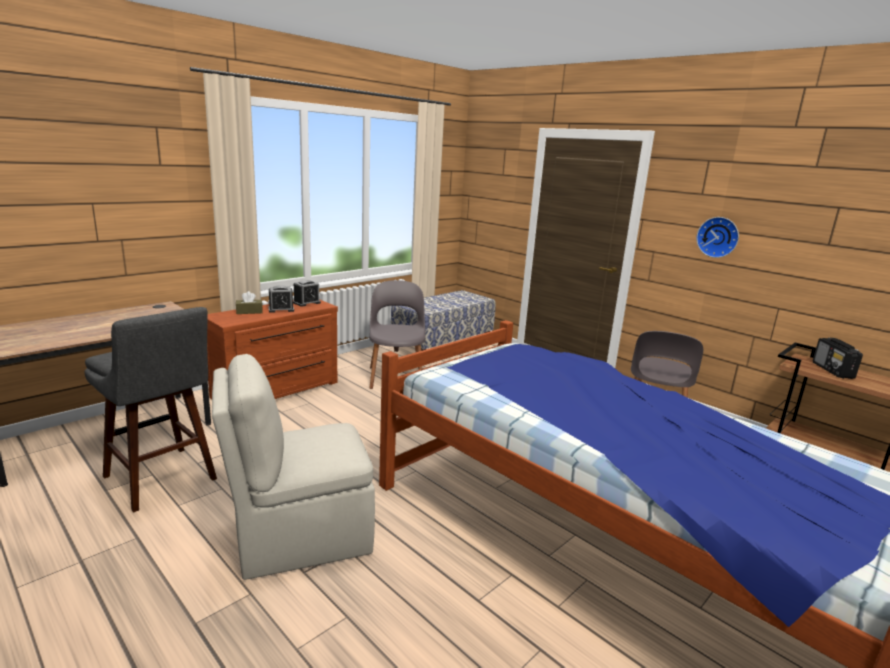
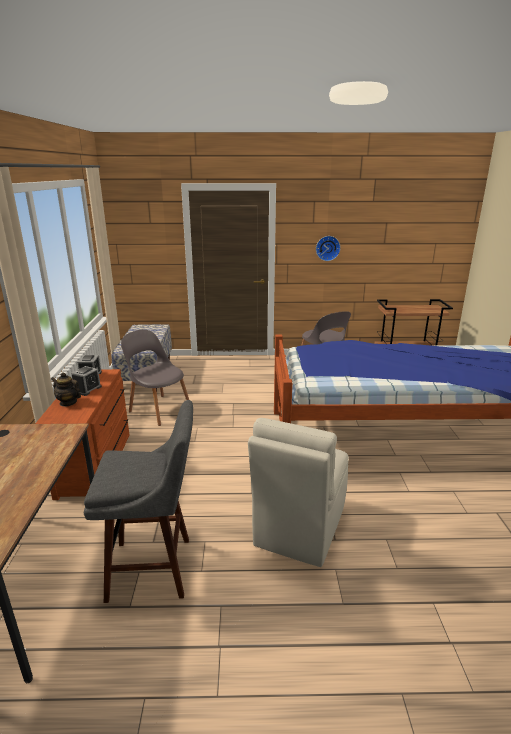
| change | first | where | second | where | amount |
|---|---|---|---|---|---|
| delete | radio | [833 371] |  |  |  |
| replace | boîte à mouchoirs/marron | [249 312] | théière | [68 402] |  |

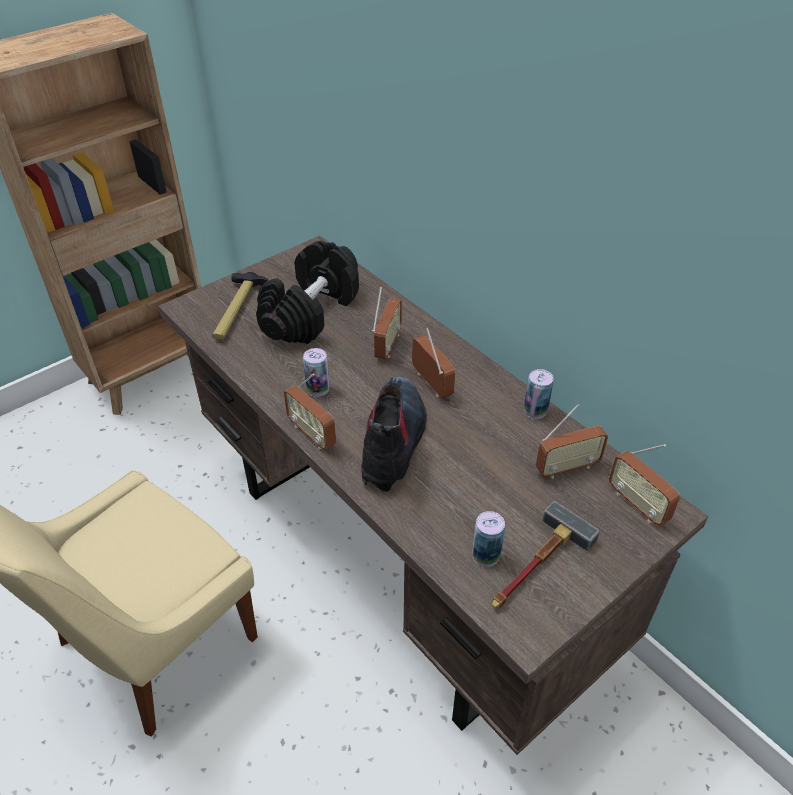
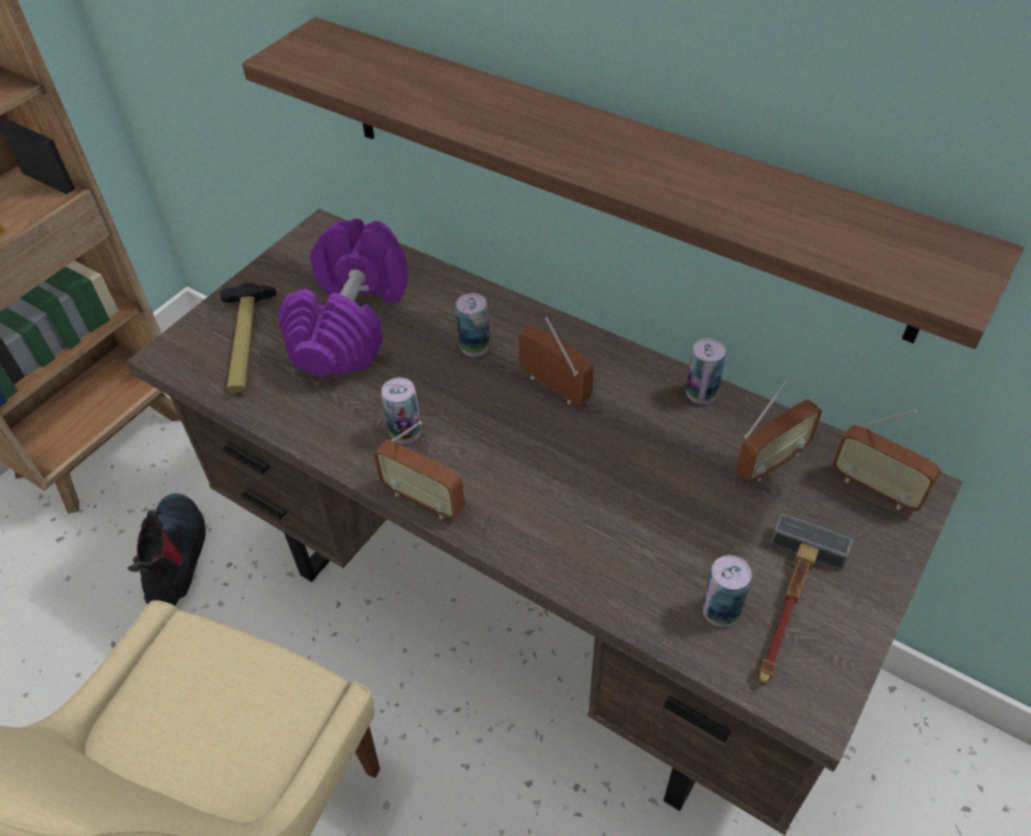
| change | first | where | second | where | amount |
|---|---|---|---|---|---|
| insert |  |  | étagère | [610 172] |  |
| move | botte | [393 441] |  | [176 558] |  |
| replace | radio | [387 345] | boîte métallique | [474 346] |  |
| recolor | haltère/noir | [310 312] | haltère/violet | [350 322] |  |

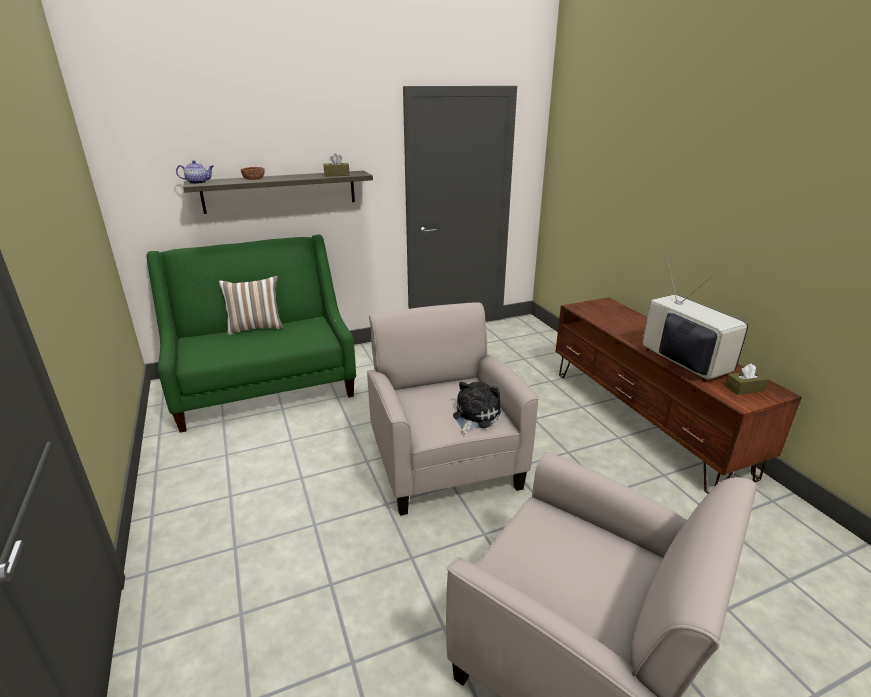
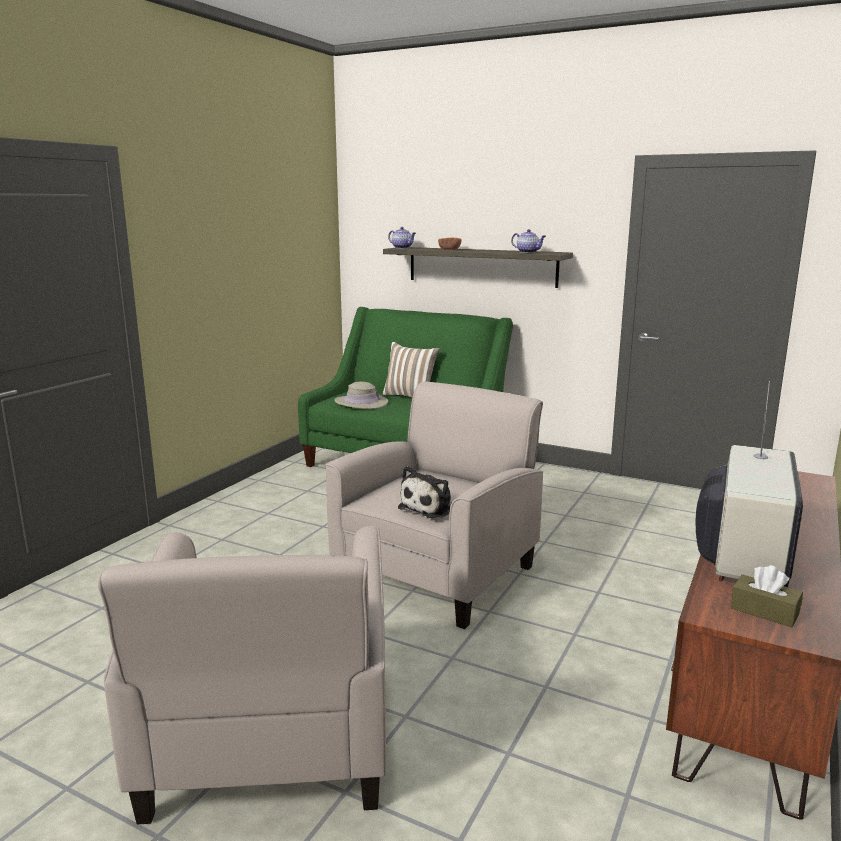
| change | first | where | second | where | amount |
|---|---|---|---|---|---|
| insert |  |  | chapeau/beige | [361 403] |  |
| replace | boîte à mouchoirs/marron | [337 175] | théière | [528 252] |  |
| rotate | peluche | [474 416] |  | [430 507] | 135 degrees clockwise |

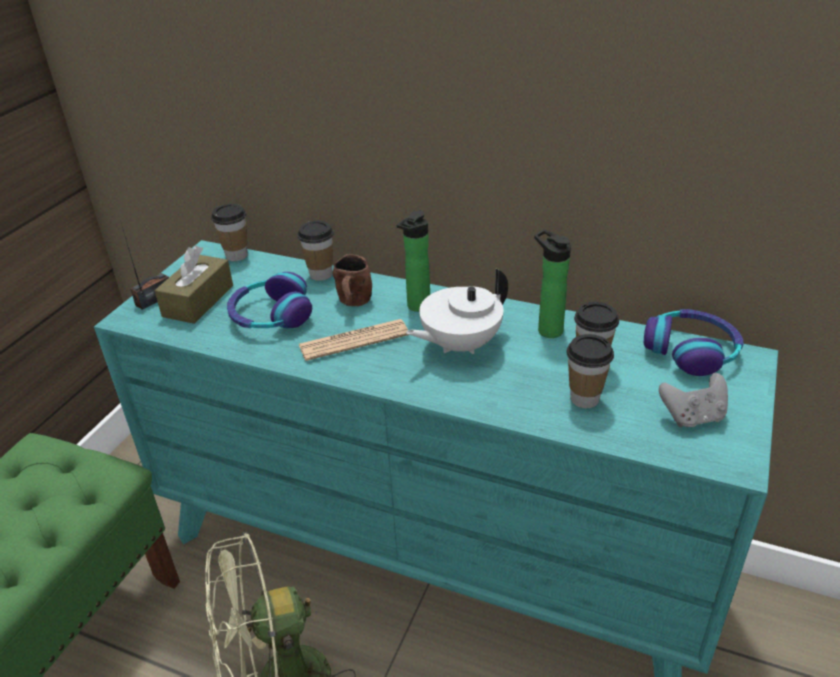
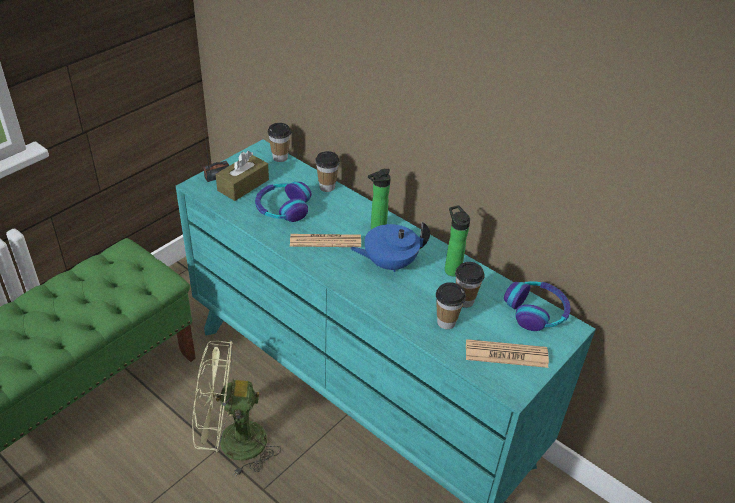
| change | first | where | second | where | amount |
|---|---|---|---|---|---|
| delete | mug/marron | [353 304] |  |  |  |
| replace | manette/gris | [692 417] | journal | [506 354] |  |
| recolor | théière/blanc | [459 345] | théière/bleu | [389 263] |  |

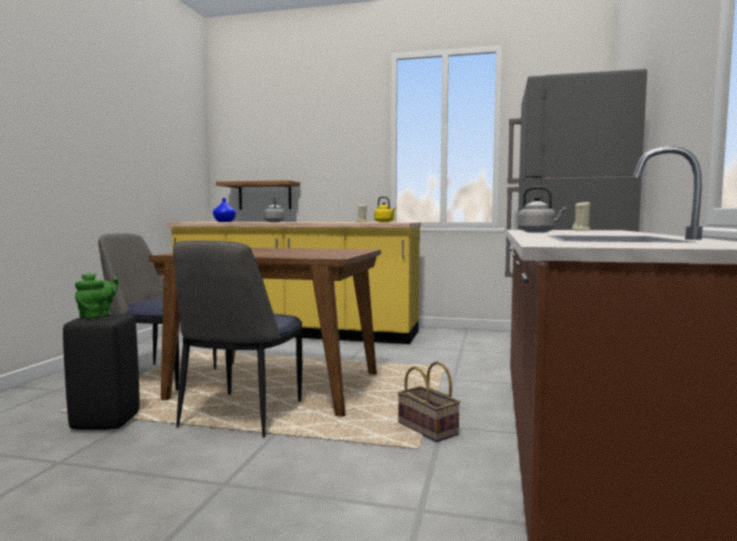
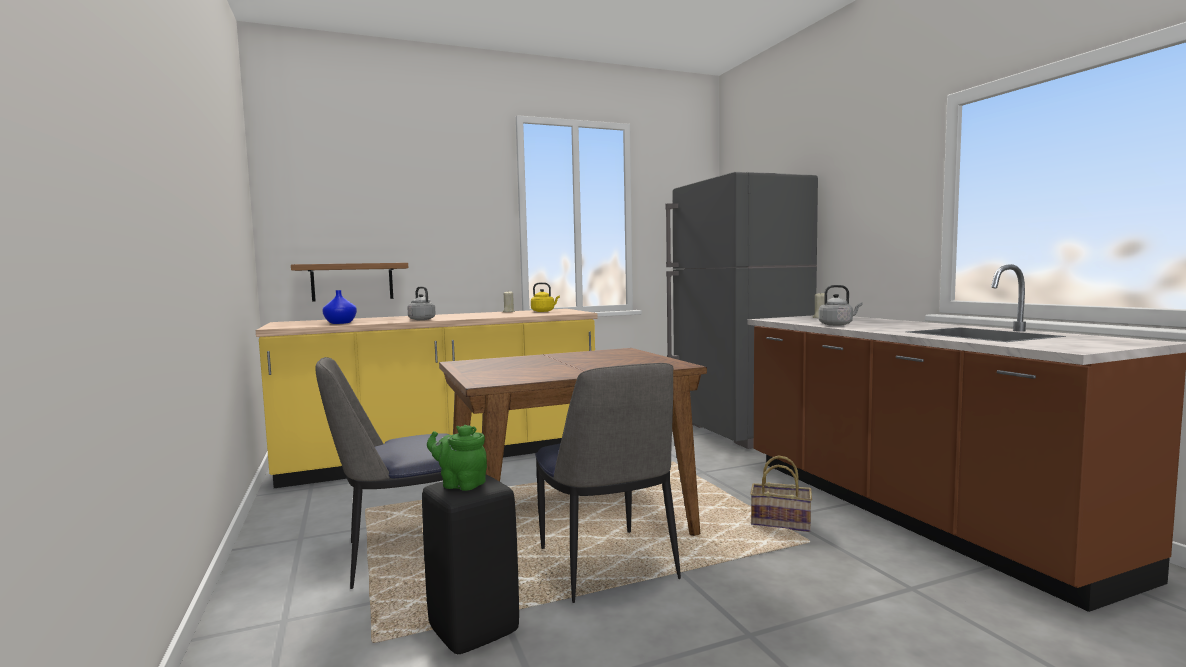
| change | first | where | second | where | amount |
|---|---|---|---|---|---|
| rotate | théière/vert | [97 315] |  | [460 484] | 60 degrees counterclockwise |

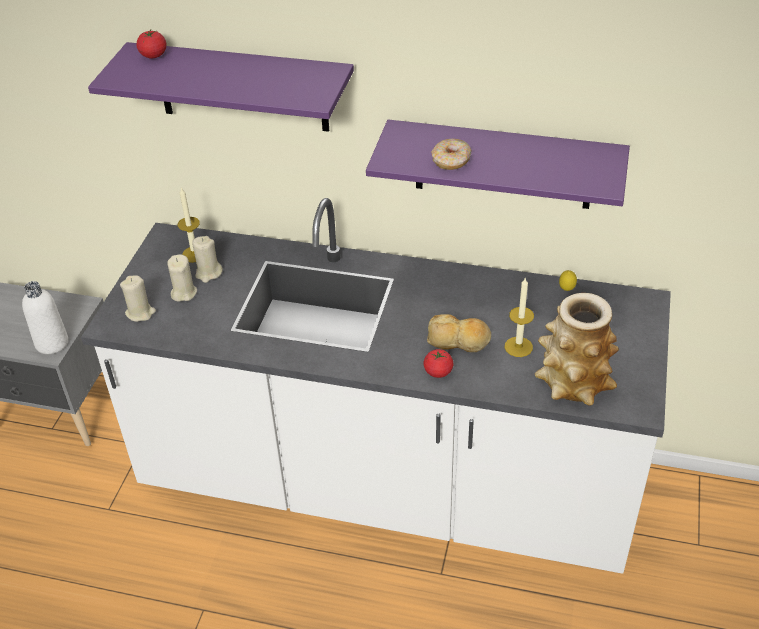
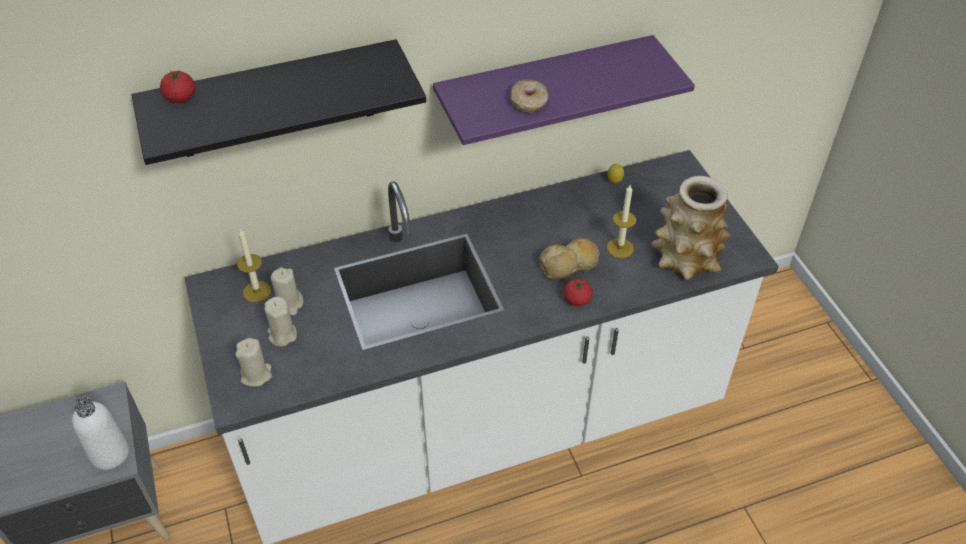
| change | first | where | second | where | amount |
|---|---|---|---|---|---|
| recolor | étagère/violet | [242 87] | étagère/noir | [275 100] |  |

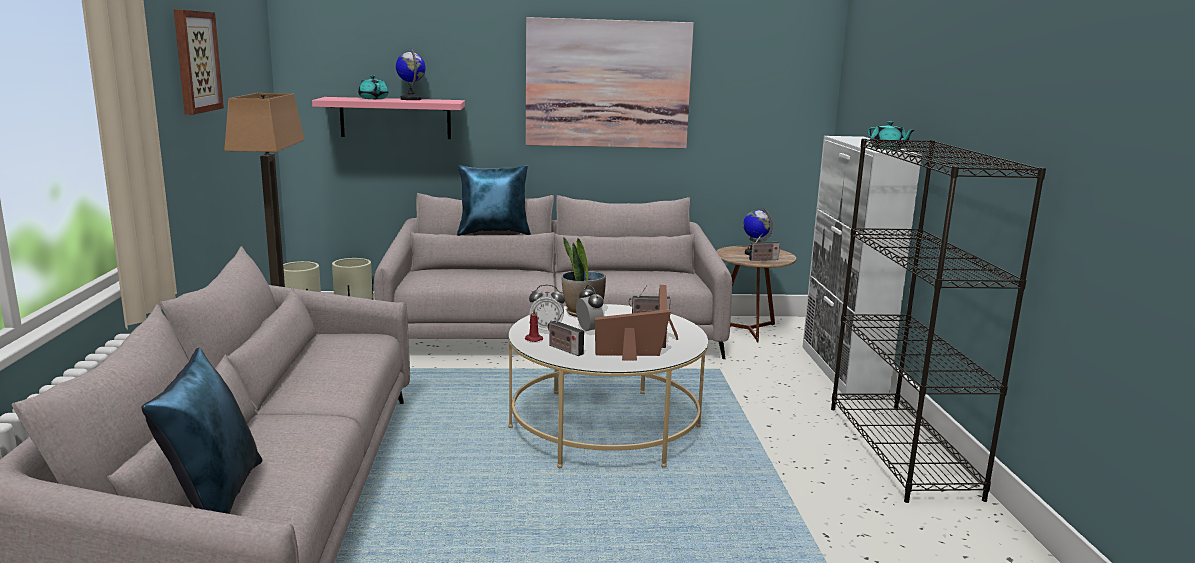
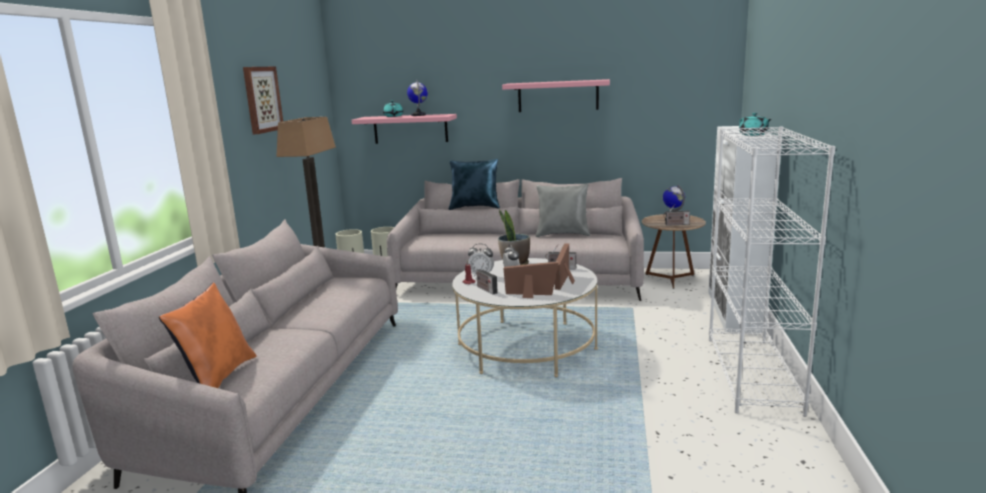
| change | first | where | second | where | amount |
|---|---|---|---|---|---|
| insert |  |  | coussin/gris | [563 234] |  |
| replace | tableau | [608 84] | étagère/rose | [558 96] |  |
| recolor | coussin/bleu | [214 499] | coussin/orange | [218 378] |  |
| recolor | bibliothèque/noir | [902 450] | bibliothèque/blanc | [752 374] |  |

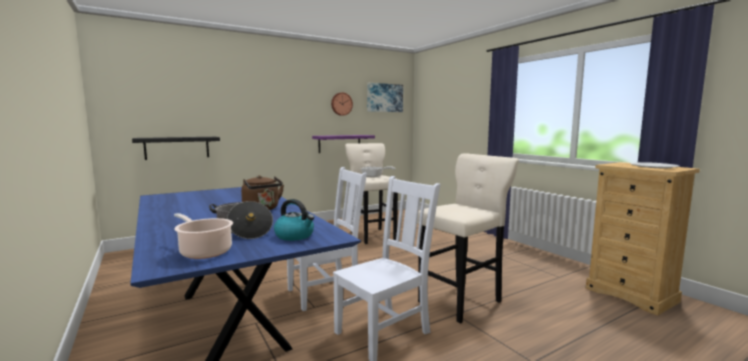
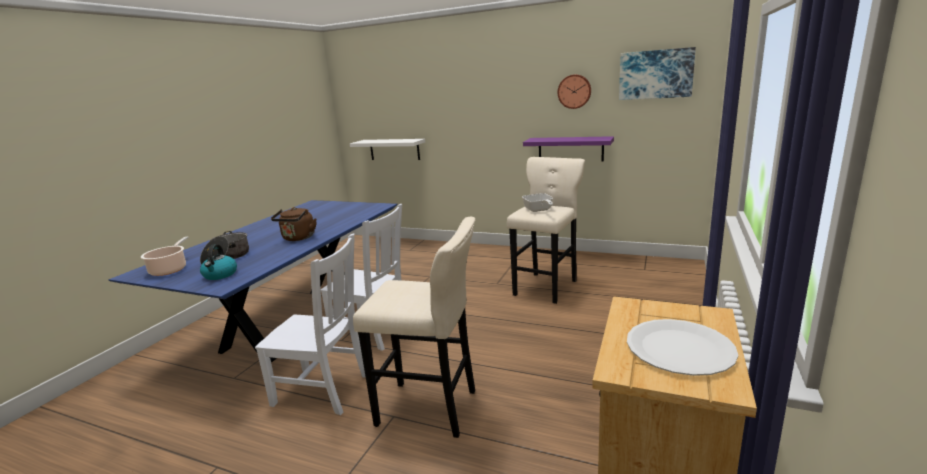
| change | first | where | second | where | amount |
|---|---|---|---|---|---|
| recolor | étagère/noir | [177 147] | étagère/blanc | [394 149] |  |

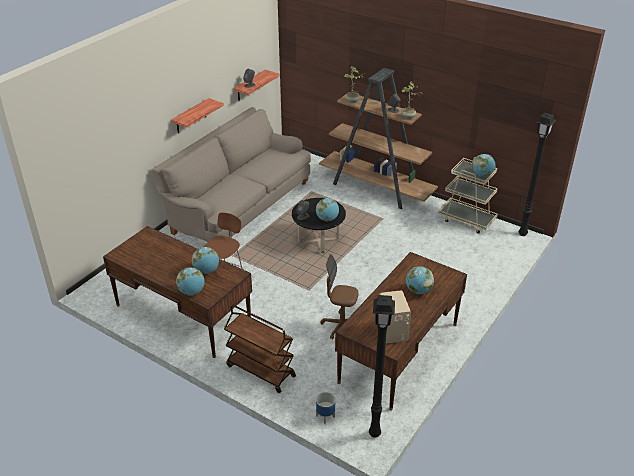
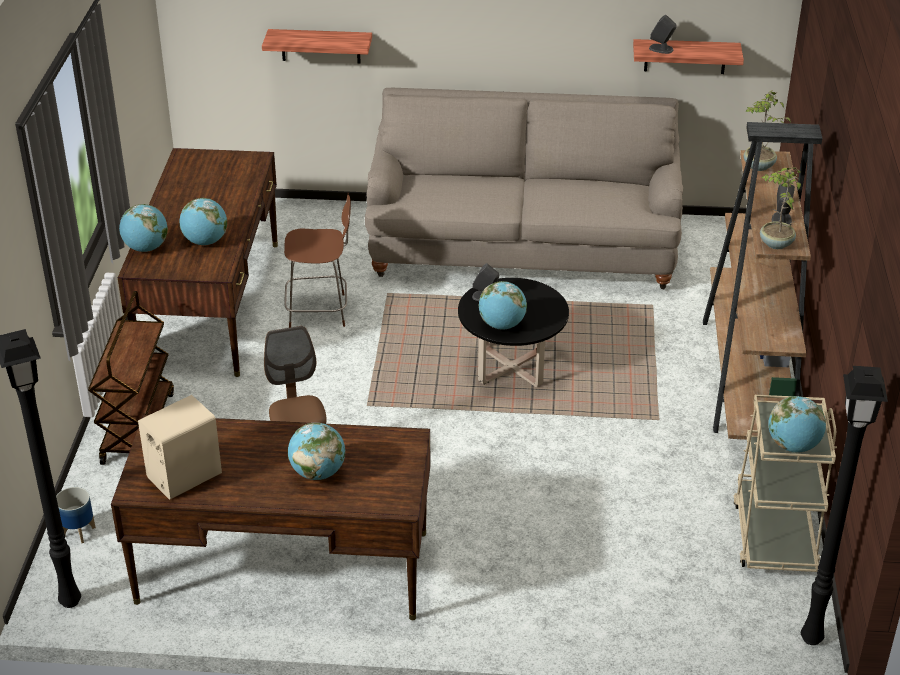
| change | first | where | second | where | amount |
|---|---|---|---|---|---|
| move | étagère | [191 116] |  | [320 46] |  |

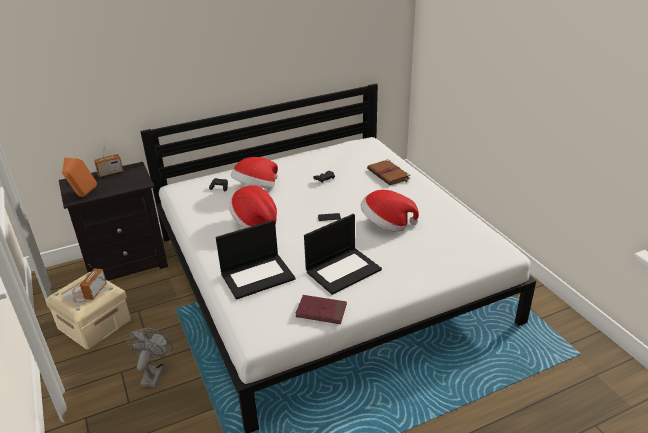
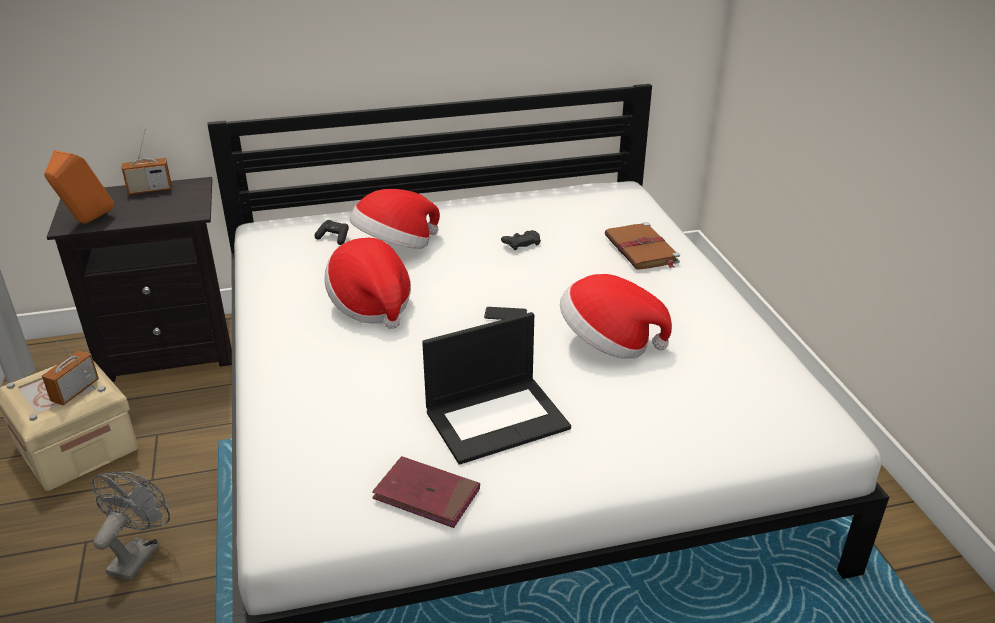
| change | first | where | second | where | amount |
|---|---|---|---|---|---|
| delete | ordinateur portable | [258 275] |  |  |  |

